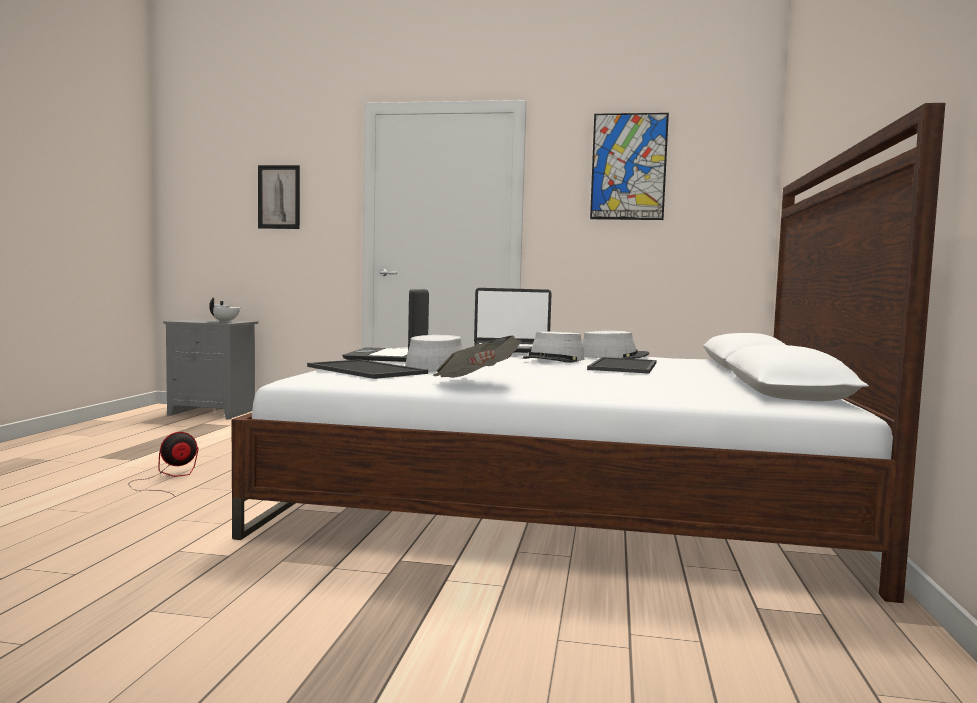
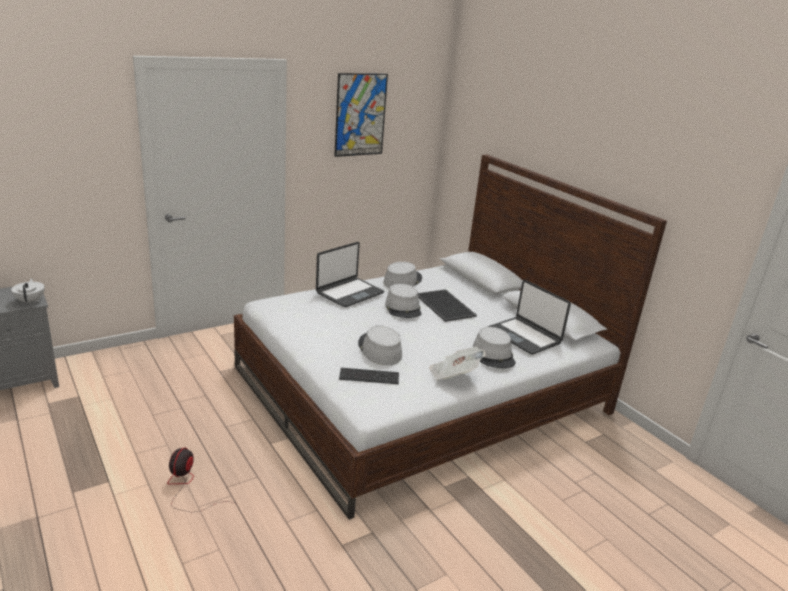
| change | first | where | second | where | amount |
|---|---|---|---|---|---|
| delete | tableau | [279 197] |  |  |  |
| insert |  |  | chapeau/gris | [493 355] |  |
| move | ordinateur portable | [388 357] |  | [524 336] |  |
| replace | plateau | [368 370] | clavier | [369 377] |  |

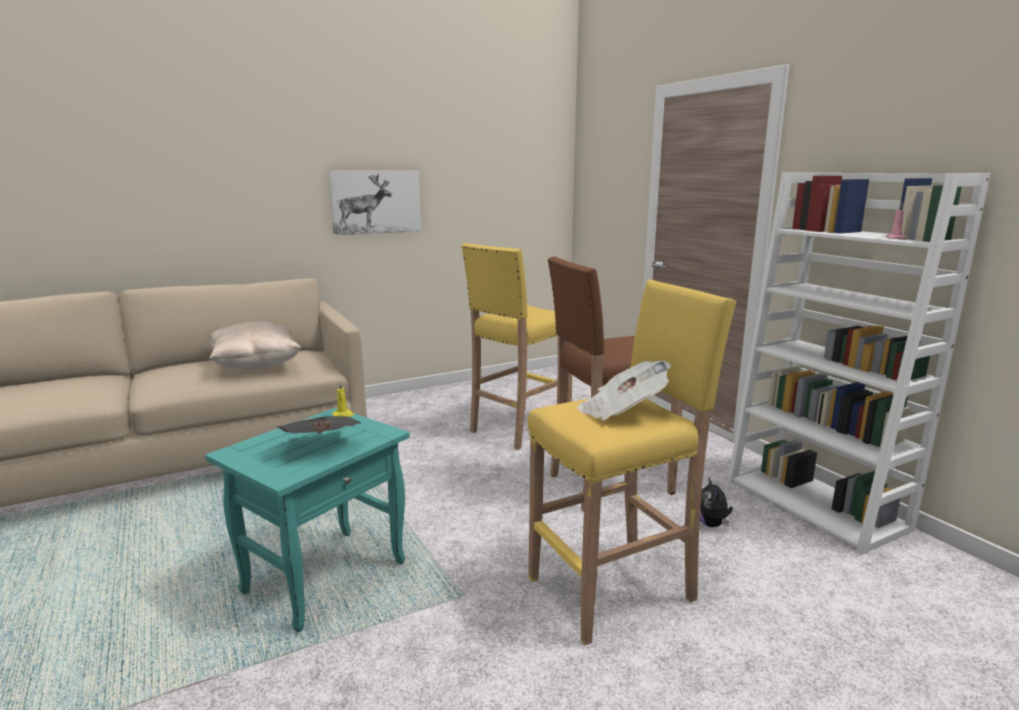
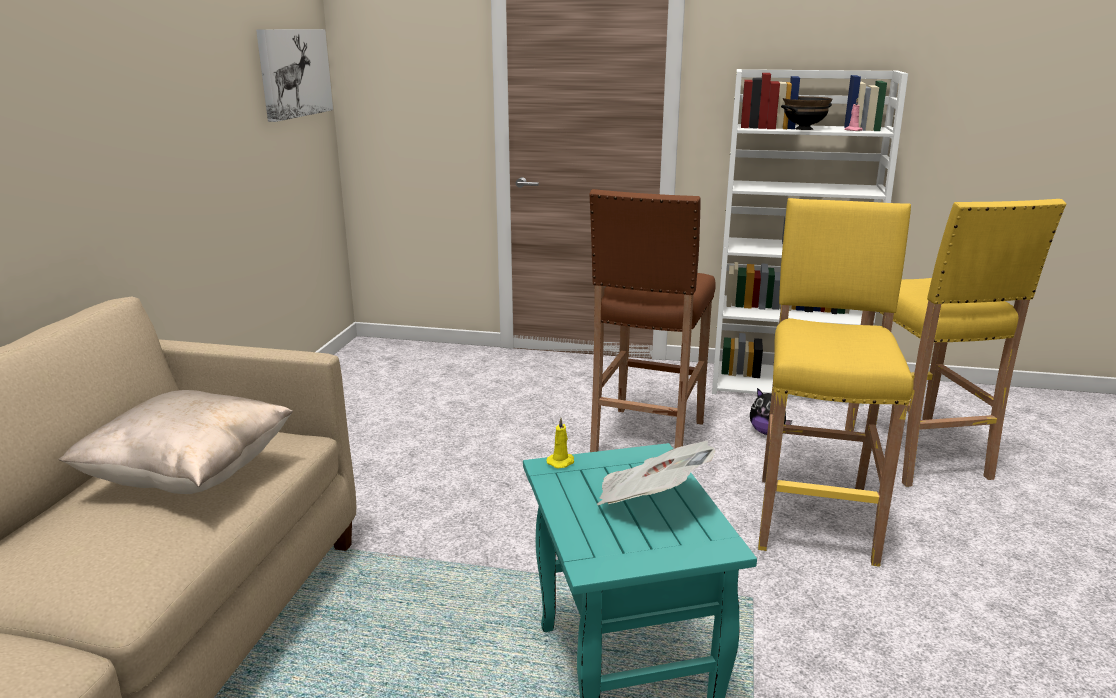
| change | first | where | second | where | amount |
|---|---|---|---|---|---|
| delete | journal | [622 411] |  |  |  |
| insert |  |  | bol/noir | [804 129] |  |
| move | tableau | [375 202] |  | [294 73] |  |
| move | tabouret/jaune | [519 429] |  | [917 455] |  |

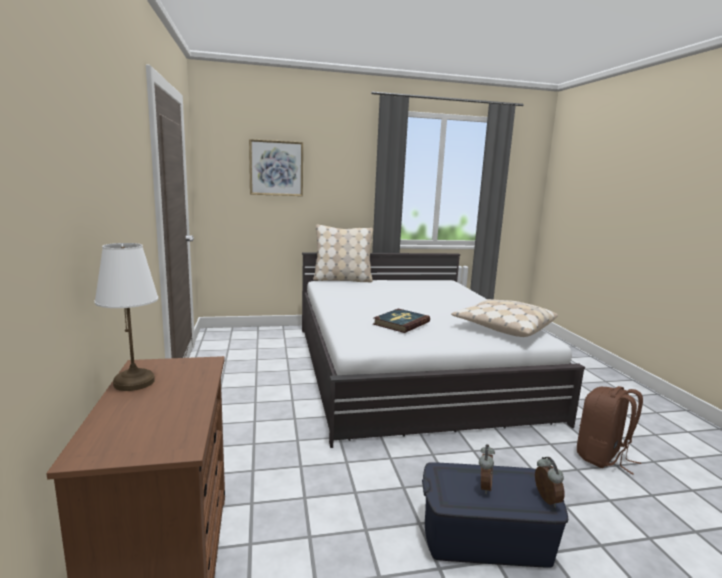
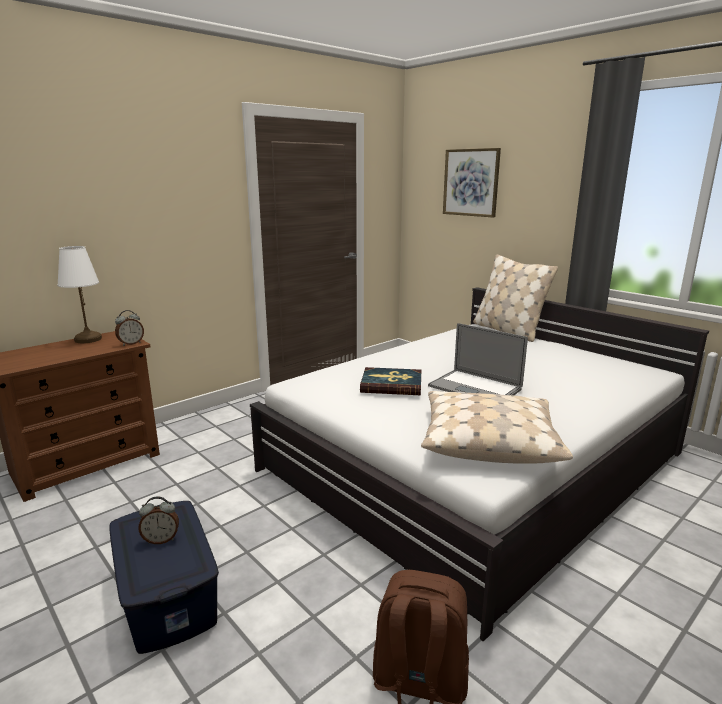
| change | first | where | second | where | amount |
|---|---|---|---|---|---|
| insert |  |  | ordinateur portable | [474 388] |  |
| move | réveil | [545 500] |  | [131 343] |  |

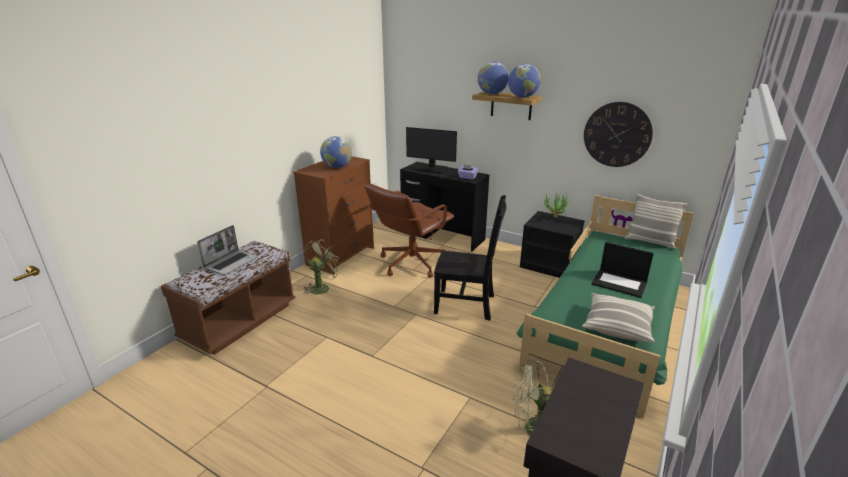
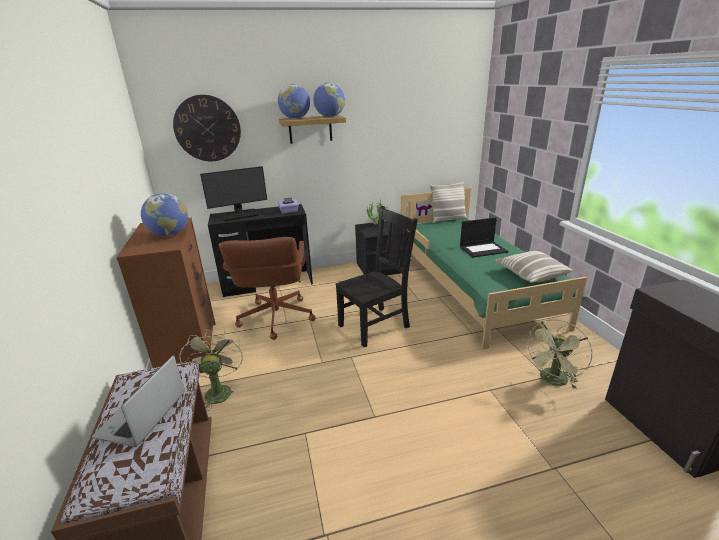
| change | first | where | second | where | amount |
|---|---|---|---|---|---|
| move | horloge murale | [617 134] |  | [207 128] |  |
| rotate | ordinateur portable | [231 263] |  | [142 416] | 150 degrees counterclockwise |

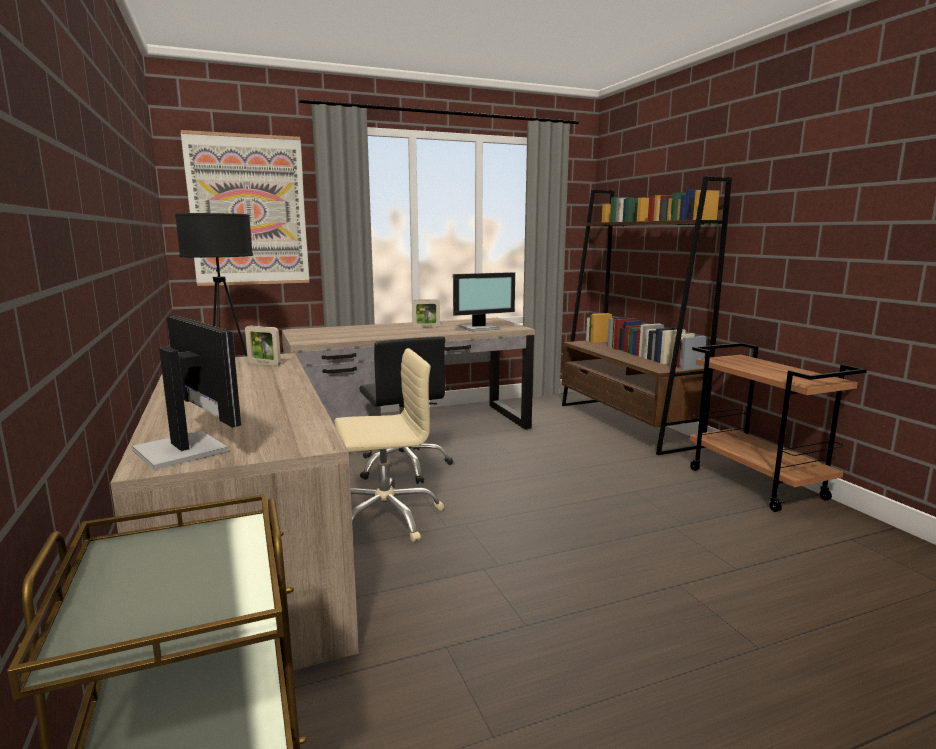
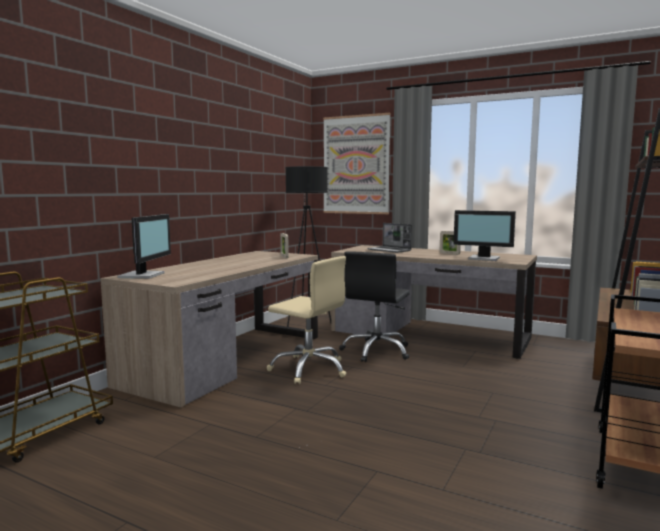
| change | first | where | second | where | amount |
|---|---|---|---|---|---|
| insert |  |  | ordinateur portable | [389 250] |  |

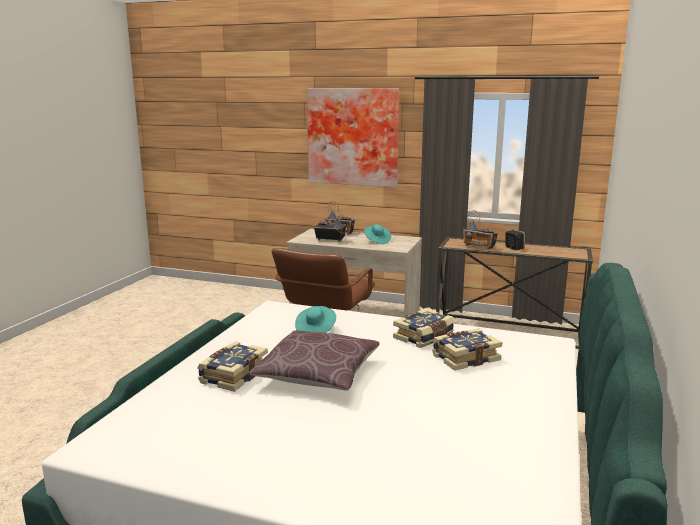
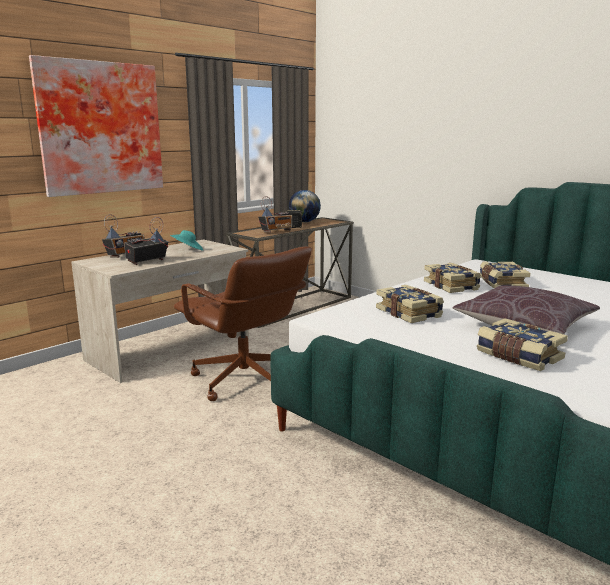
| change | first | where | second | where | amount |
|---|---|---|---|---|---|
| insert |  |  | globe | [304 222] |  |
| replace | chapeau/turquoise | [315 330] | livre | [409 313] |  |

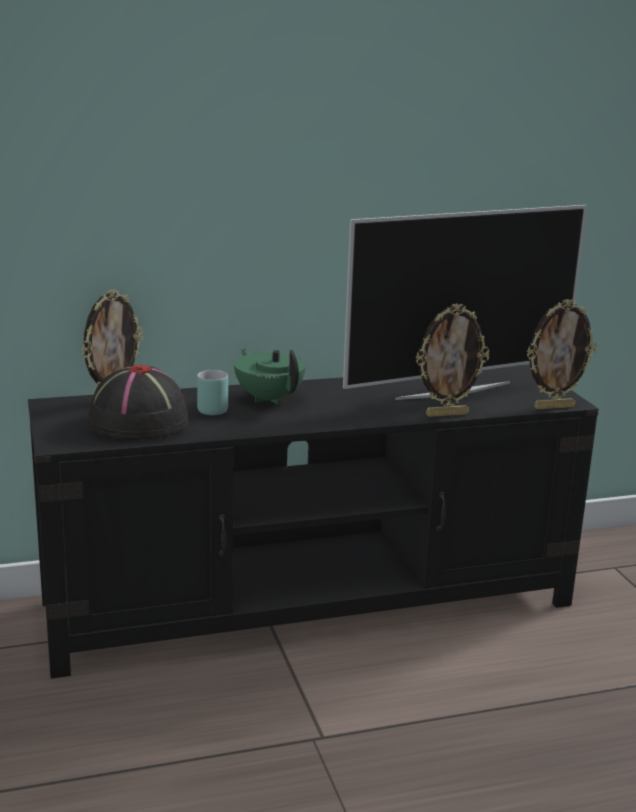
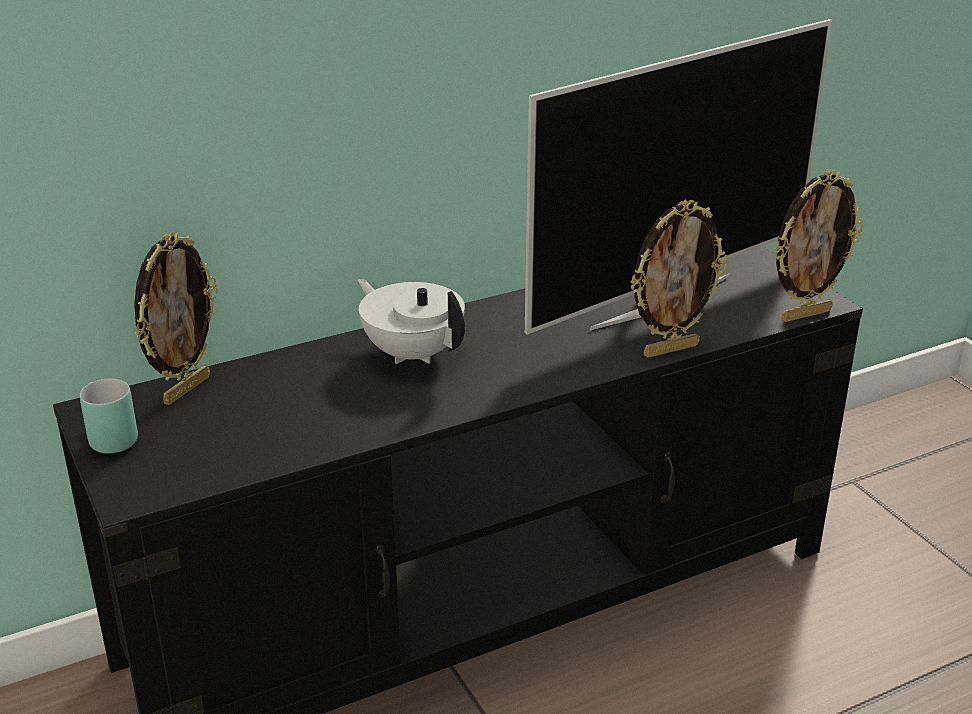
| change | first | where | second | where | amount |
|---|---|---|---|---|---|
| delete | chapeau/noir | [137 422] |  |  |  |
| move | mug/turquoise | [208 409] |  | [106 438] |  |
| recolor | théière/vert | [269 398] | théière/blanc | [413 353] |  |

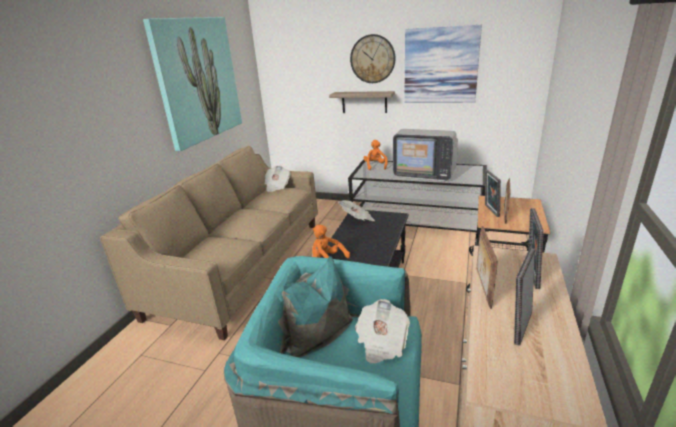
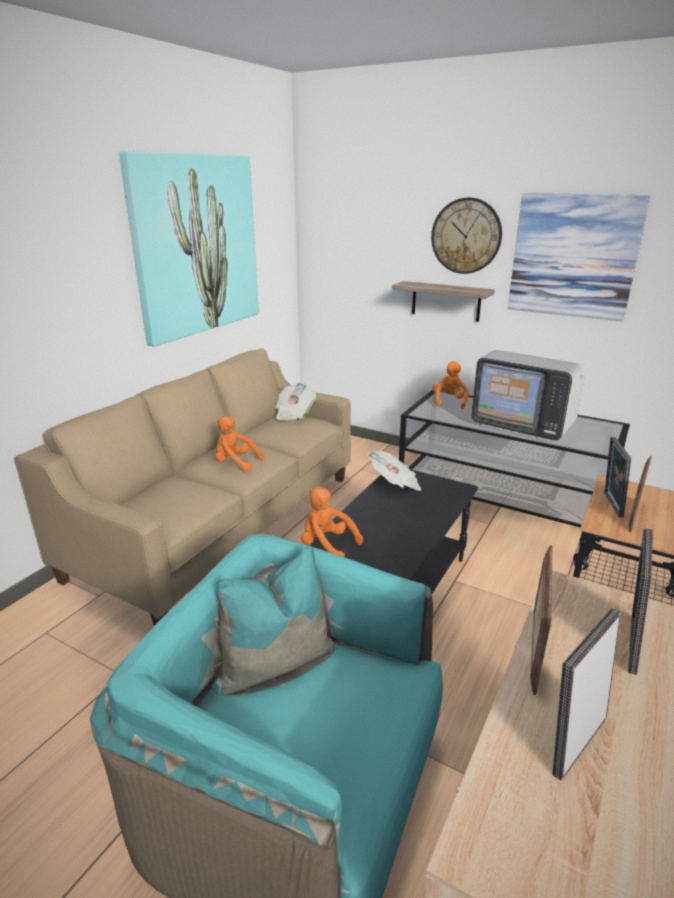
| change | first | where | second | where | amount |
|---|---|---|---|---|---|
| delete | journal | [381 343] |  |  |  |
| insert |  |  | peluche/orange | [235 463] |  |

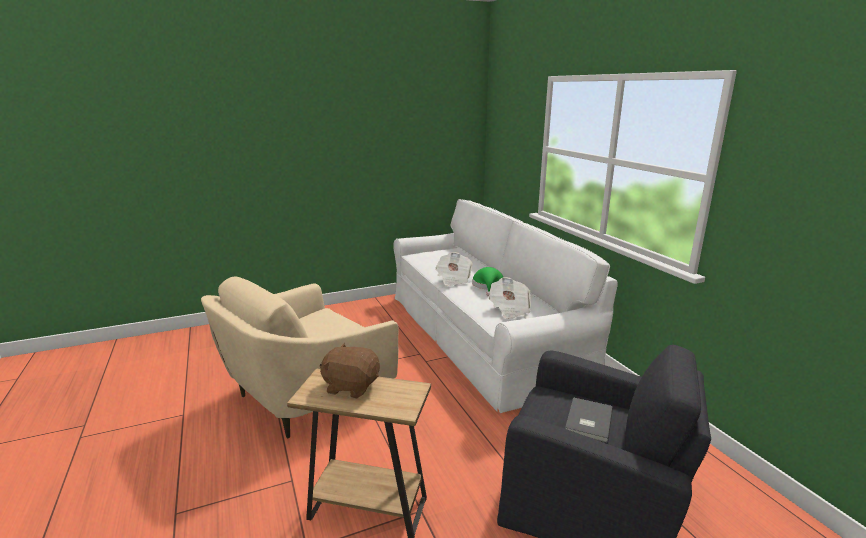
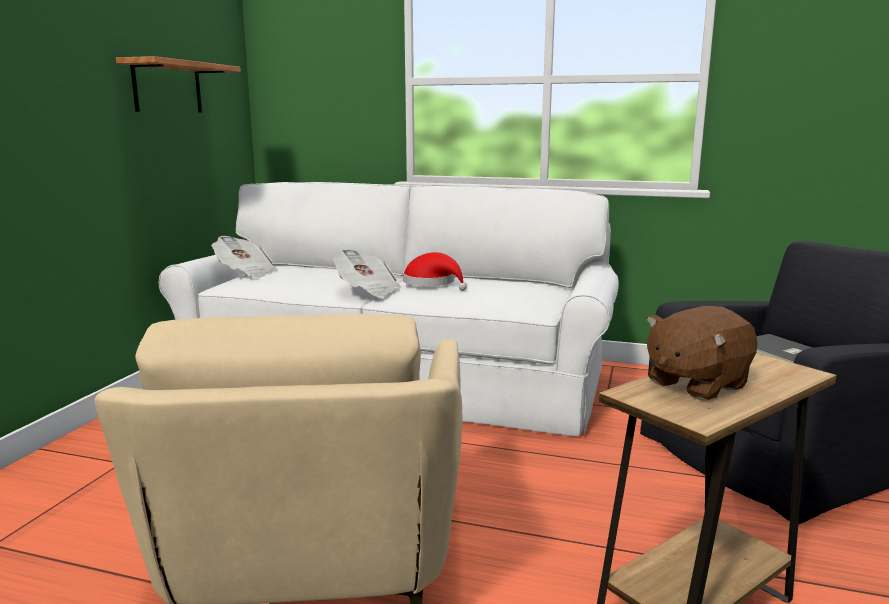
| change | first | where | second | where | amount |
|---|---|---|---|---|---|
| insert |  |  | étagère | [167 87] |  |
| move | journal | [509 309] |  | [245 272] |  |
| recolor | chapeau/vert | [488 286] | chapeau/rouge | [432 283] |  |

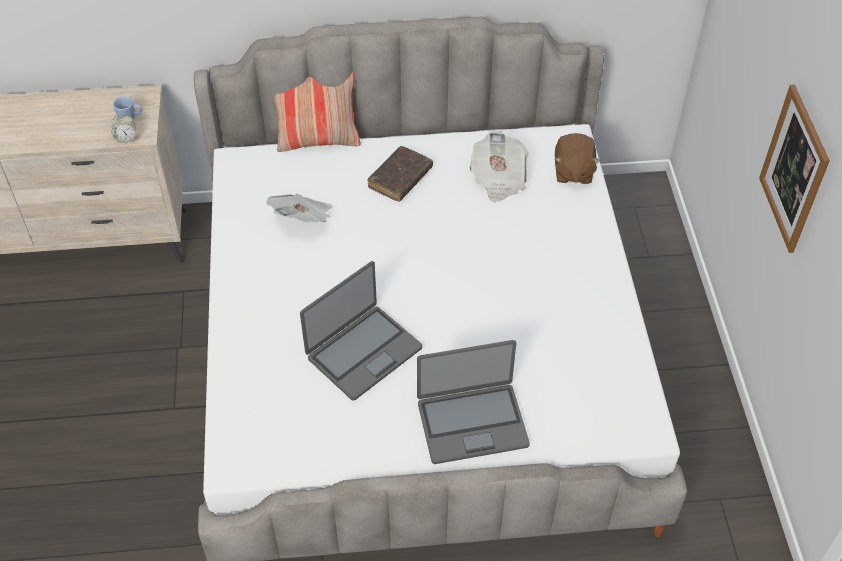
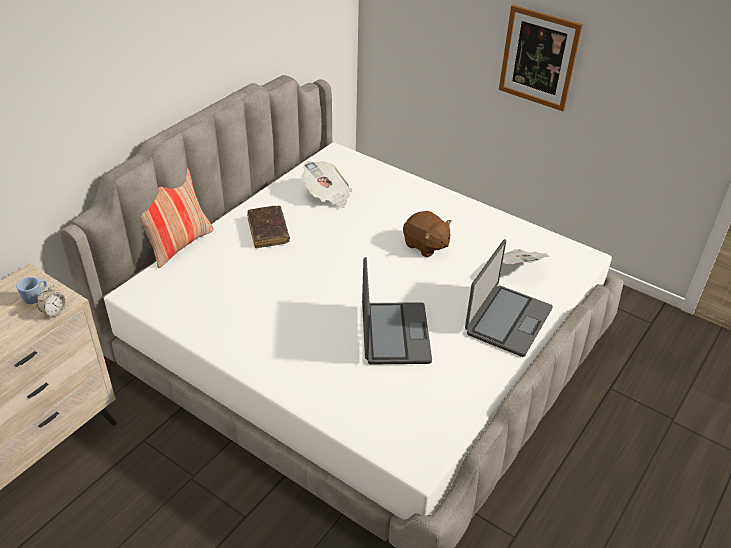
| change | first | where | second | where | amount |
|---|---|---|---|---|---|
| move | journal | [303 219] |  | [517 268] |  |
| move | peluche/marron | [573 172] |  | [425 245] |  |

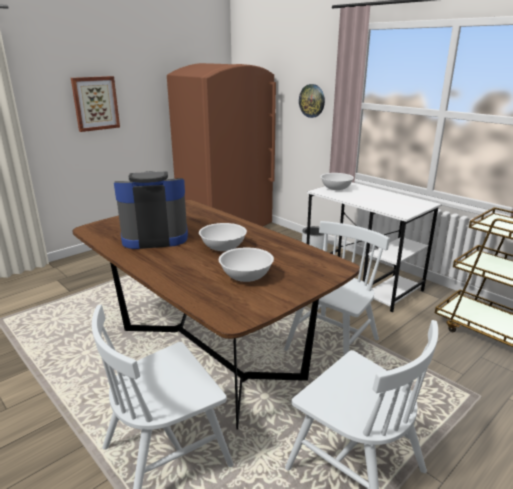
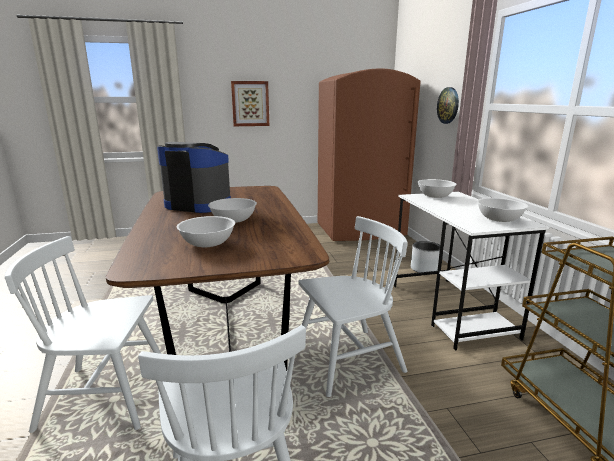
| change | first | where | second | where | amount |
|---|---|---|---|---|---|
| insert |  |  | bol/blanc | [499 219] |  |

